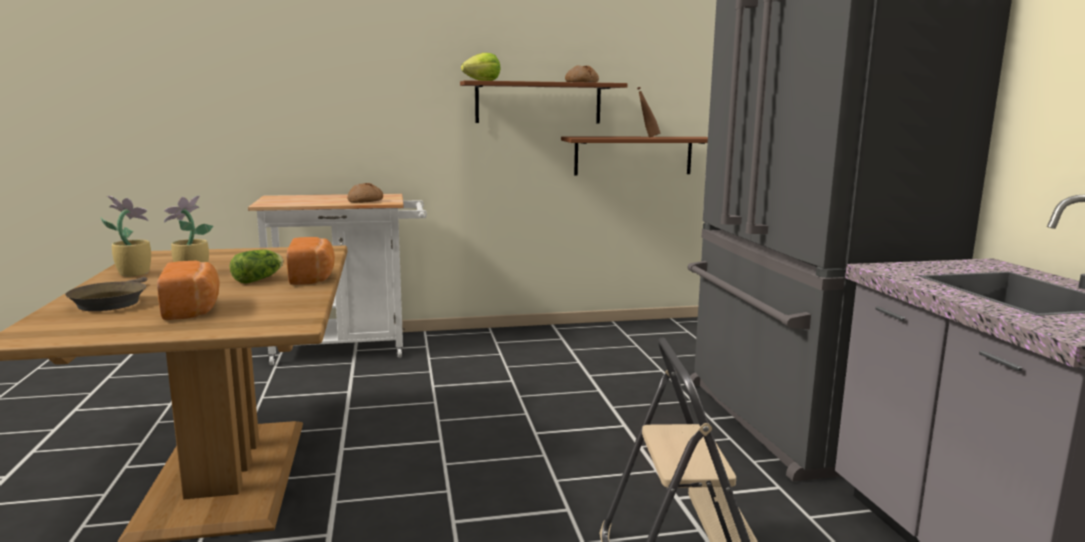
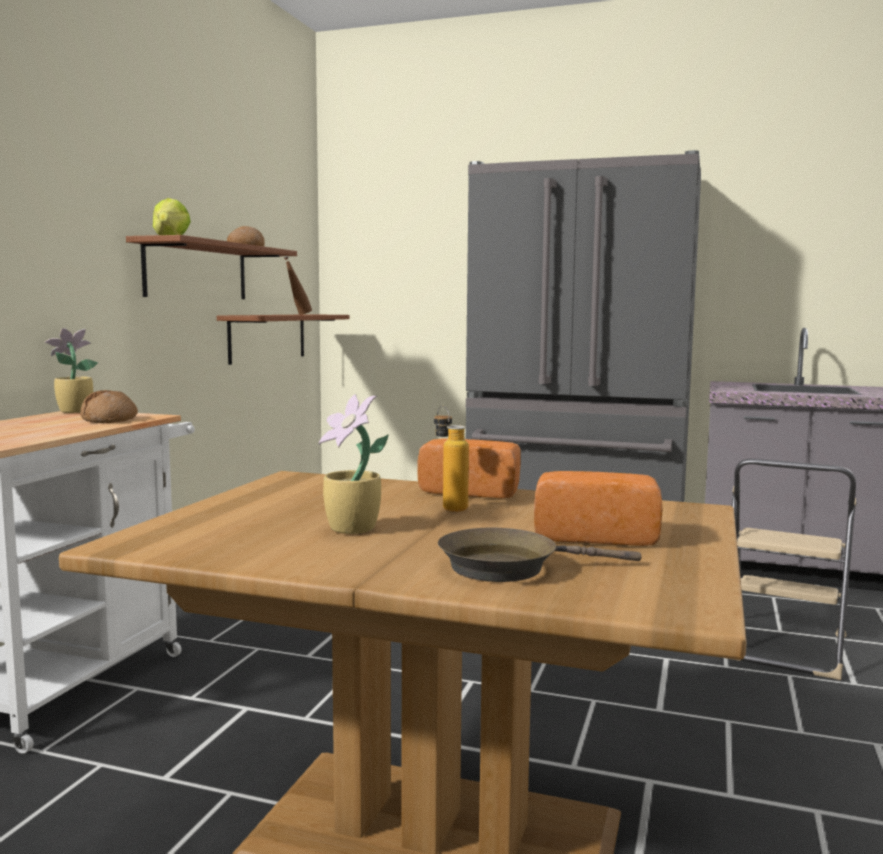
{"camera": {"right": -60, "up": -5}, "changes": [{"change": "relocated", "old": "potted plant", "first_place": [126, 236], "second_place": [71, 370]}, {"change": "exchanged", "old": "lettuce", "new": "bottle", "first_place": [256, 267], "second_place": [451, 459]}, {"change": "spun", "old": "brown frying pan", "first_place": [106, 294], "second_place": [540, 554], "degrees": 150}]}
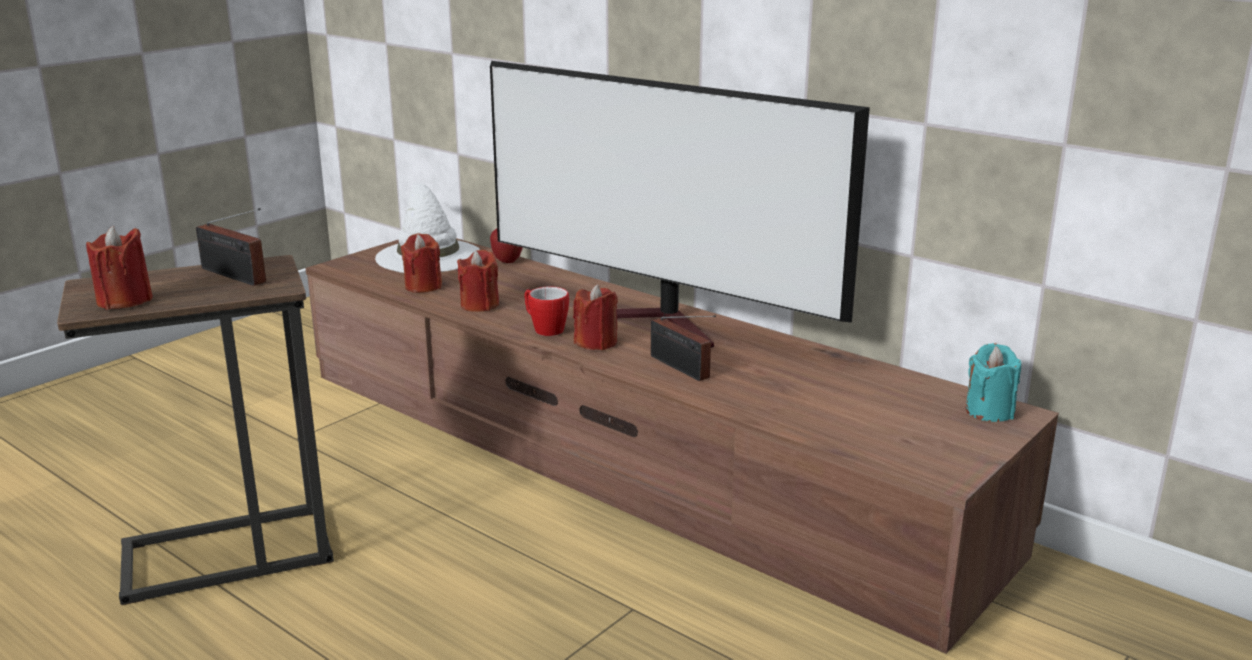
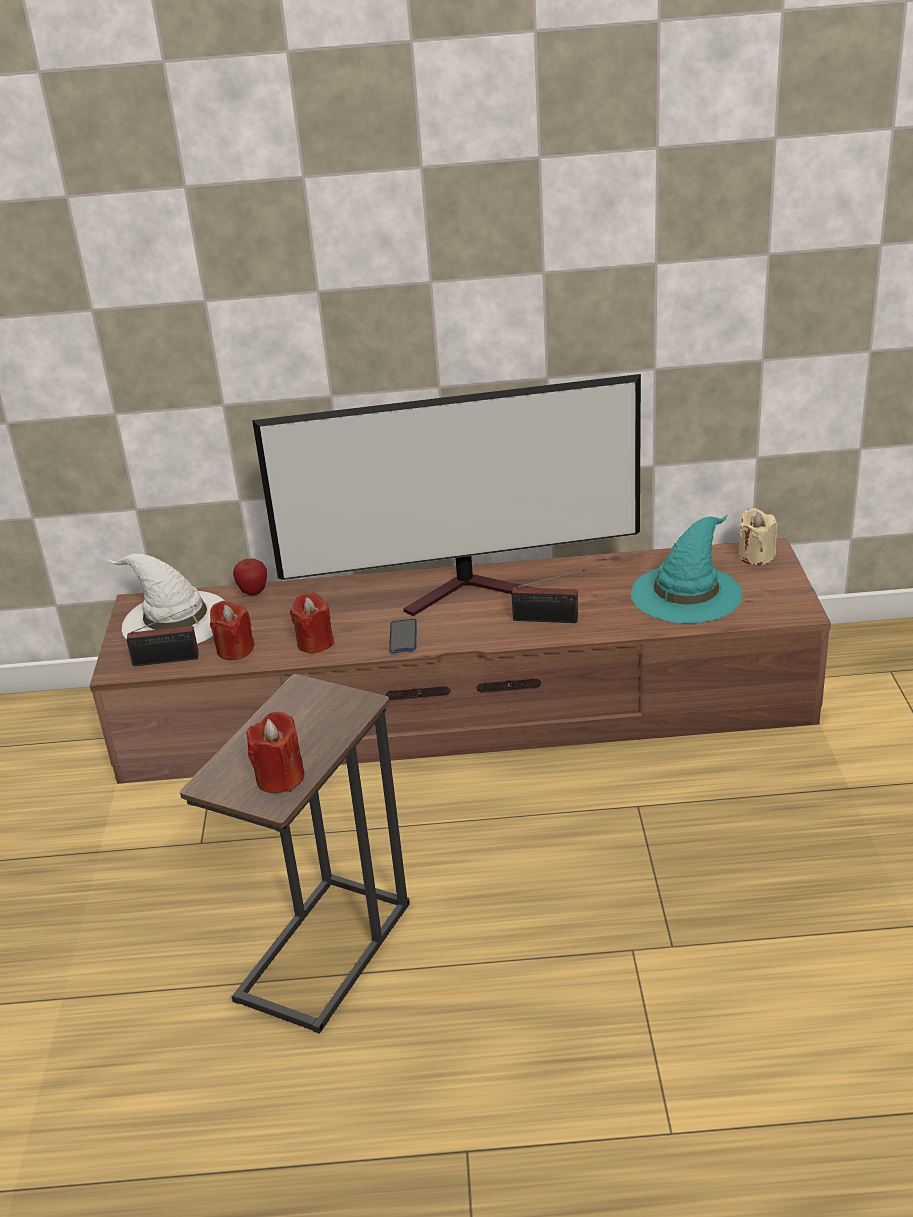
{"camera": {"right": -40, "up": 10}, "changes": [{"change": "relocated", "old": "radio", "first_place": [231, 247], "second_place": [163, 635]}, {"change": "exchanged", "old": "mug", "new": "phone", "first_place": [546, 311], "second_place": [403, 636]}, {"change": "appeared", "new": "turquoise hat", "second_place": [686, 568]}, {"change": "colour", "old": "turquoise candle", "new": "beige candle", "first_place": [993, 382], "second_place": [758, 536]}, {"change": "missing", "old": "red candle", "first_place": [595, 317]}]}
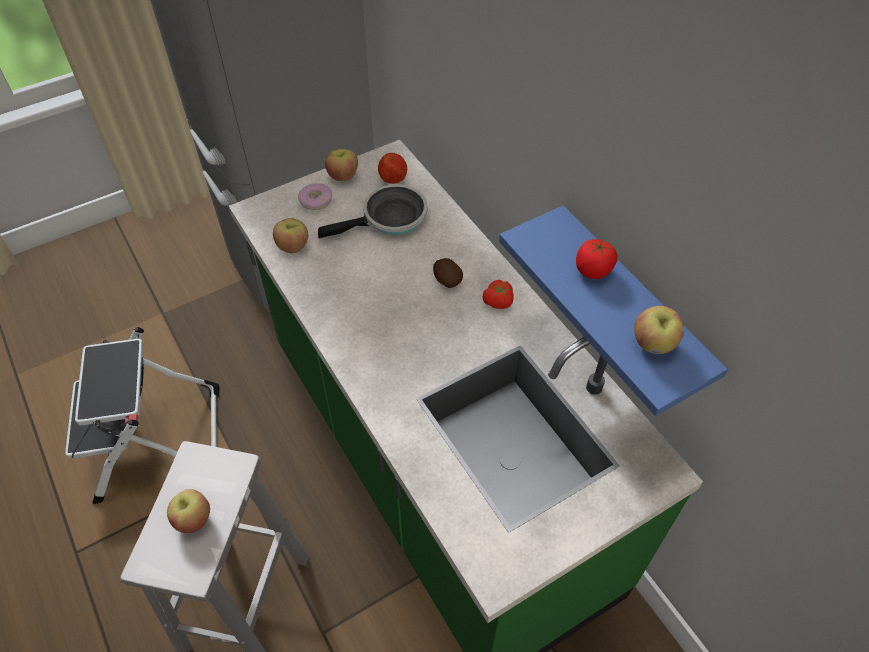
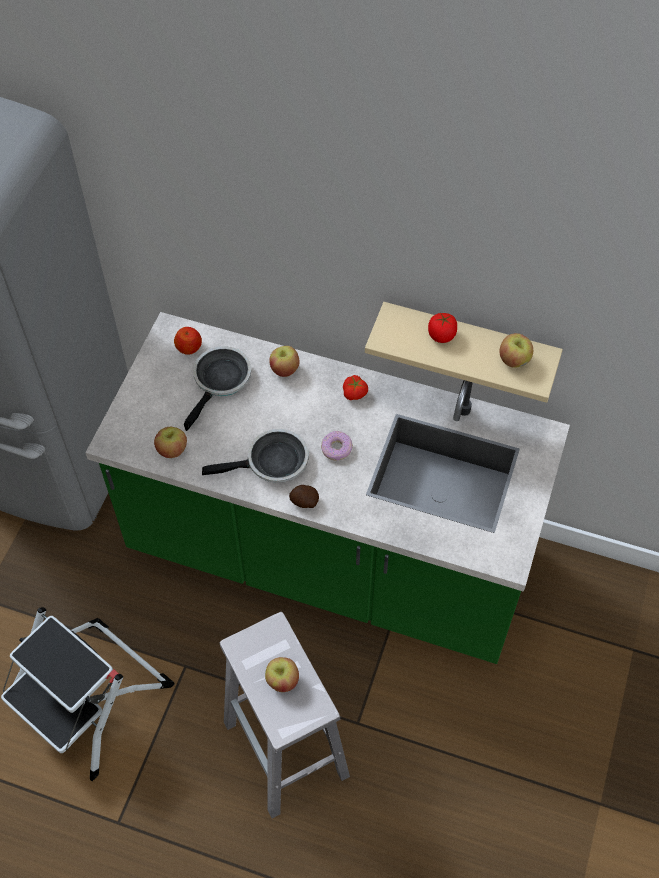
{"camera": {"right": -40, "up": 5}, "changes": [{"change": "appeared", "new": "frying pan", "second_place": [255, 456]}, {"change": "relocated", "old": "apple", "first_place": [341, 165], "second_place": [284, 361]}, {"change": "relocated", "old": "potato", "first_place": [448, 273], "second_place": [304, 496]}, {"change": "relocated", "old": "donut", "first_place": [315, 196], "second_place": [337, 445]}, {"change": "colour", "old": "blue shelf", "new": "beige shelf", "first_place": [613, 310], "second_place": [464, 352]}]}
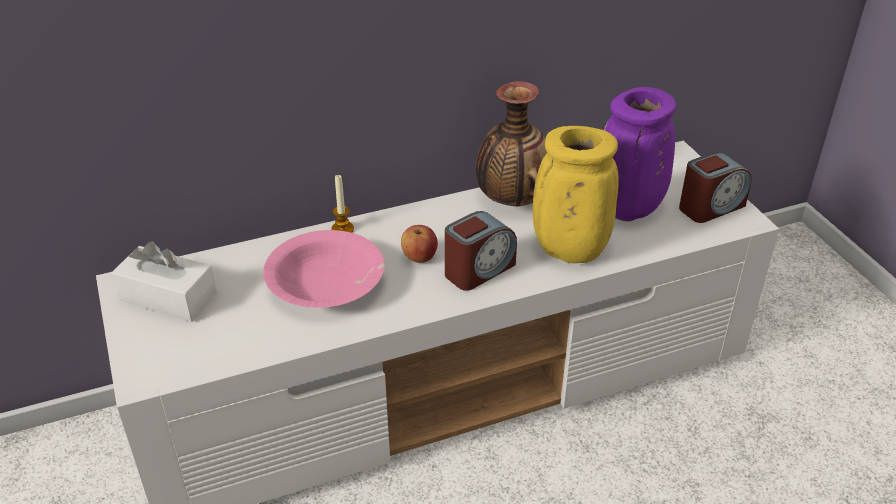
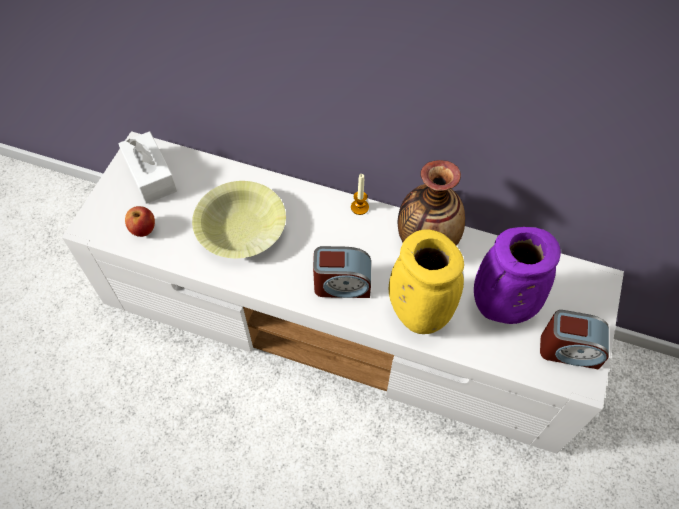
{"camera": {"right": 40, "up": 20}, "changes": [{"change": "relocated", "old": "apple", "first_place": [419, 244], "second_place": [140, 221]}, {"change": "colour", "old": "pink bowl", "new": "yellow bowl", "first_place": [323, 269], "second_place": [239, 219]}, {"change": "relocated", "old": "candle", "first_place": [342, 204], "second_place": [360, 194]}]}
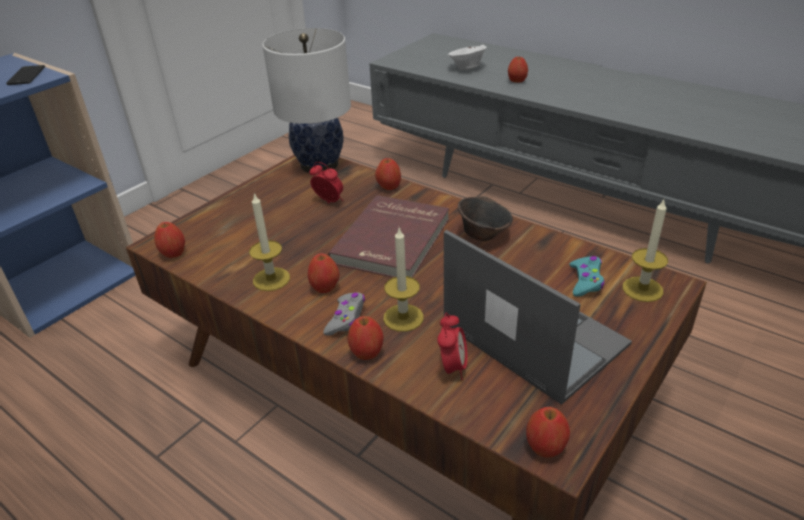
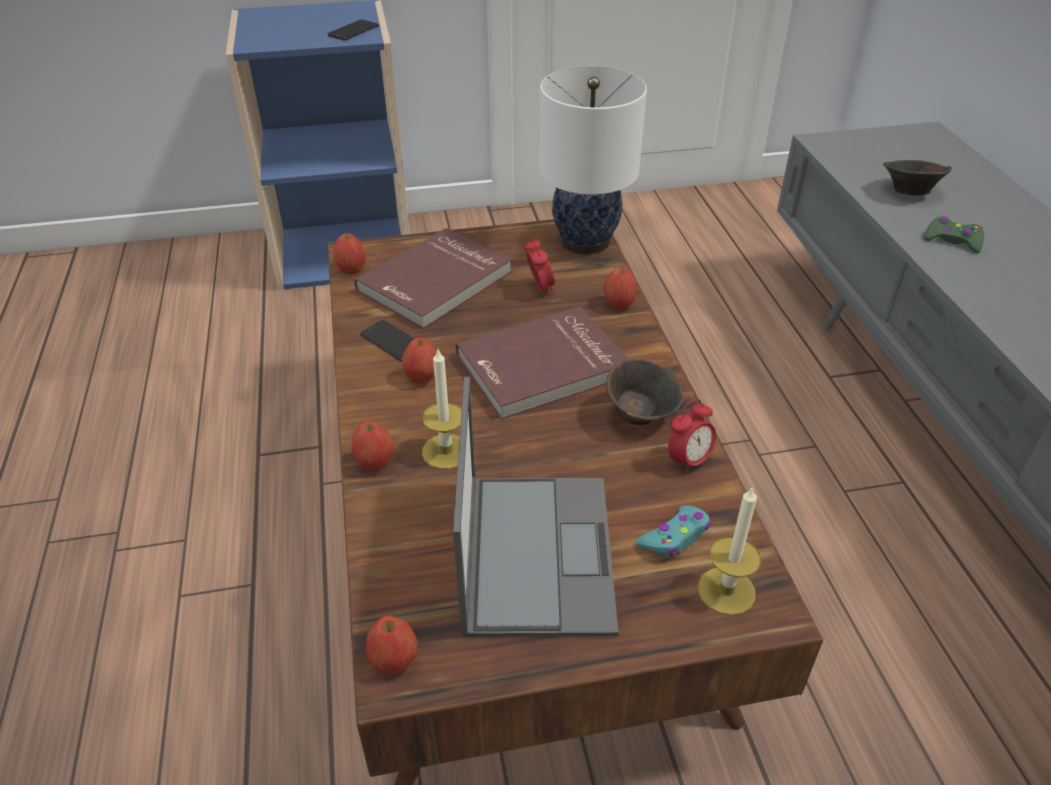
{"camera": {"right": 40, "up": 5}, "changes": [{"change": "appeared", "new": "red book", "second_place": [433, 278]}, {"change": "exchanged", "old": "candle", "new": "phone", "first_place": [269, 242], "second_place": [387, 340]}, {"change": "relocated", "old": "alarm clock", "first_place": [452, 346], "second_place": [692, 437]}, {"change": "colour", "old": "white bowl", "new": "brown bowl", "first_place": [467, 57], "second_place": [917, 178]}, {"change": "exchanged", "old": "apple", "new": "green game controller", "first_place": [518, 69], "second_place": [954, 234]}, {"change": "missing", "old": "grey game controller", "first_place": [344, 314]}]}
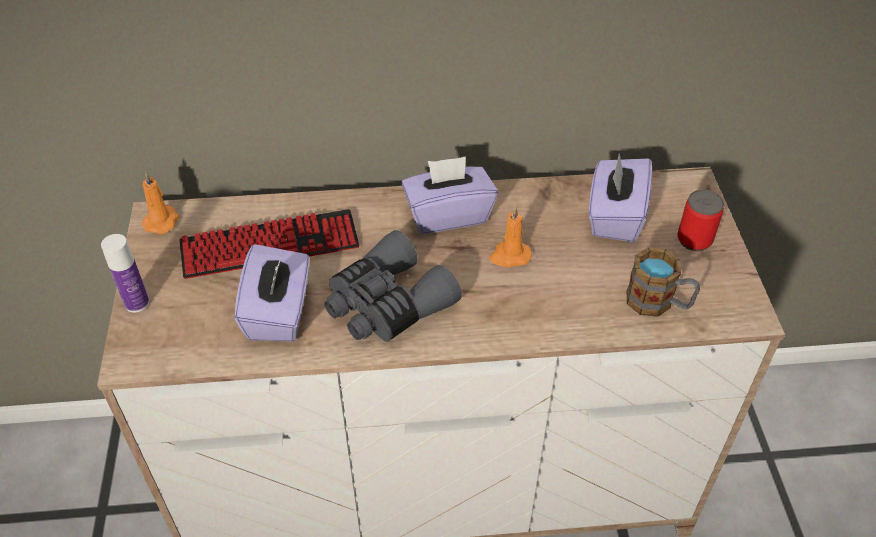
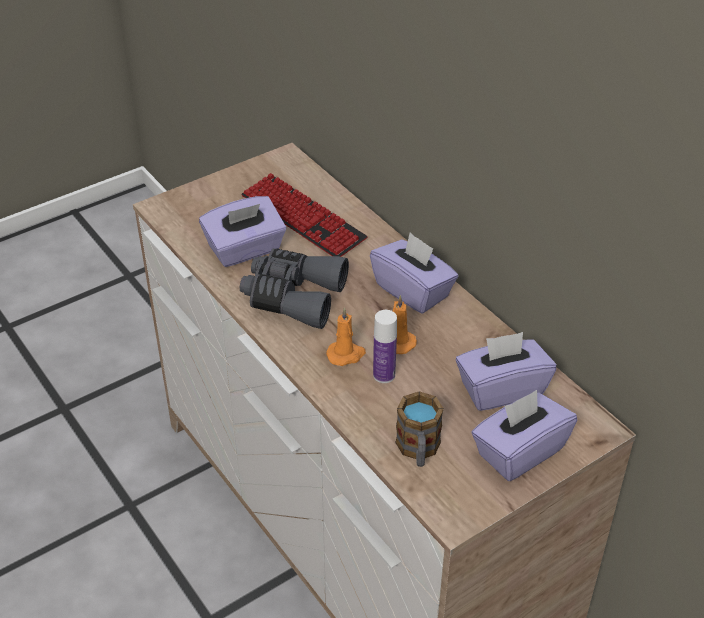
{"camera": {"right": 60, "up": -5}, "changes": [{"change": "relocated", "old": "orange candle", "first_place": [160, 203], "second_place": [346, 336]}, {"change": "relocated", "old": "bottle", "first_place": [125, 273], "second_place": [385, 346]}, {"change": "exchanged", "old": "can", "new": "purple tissue box", "first_place": [700, 220], "second_place": [524, 435]}]}
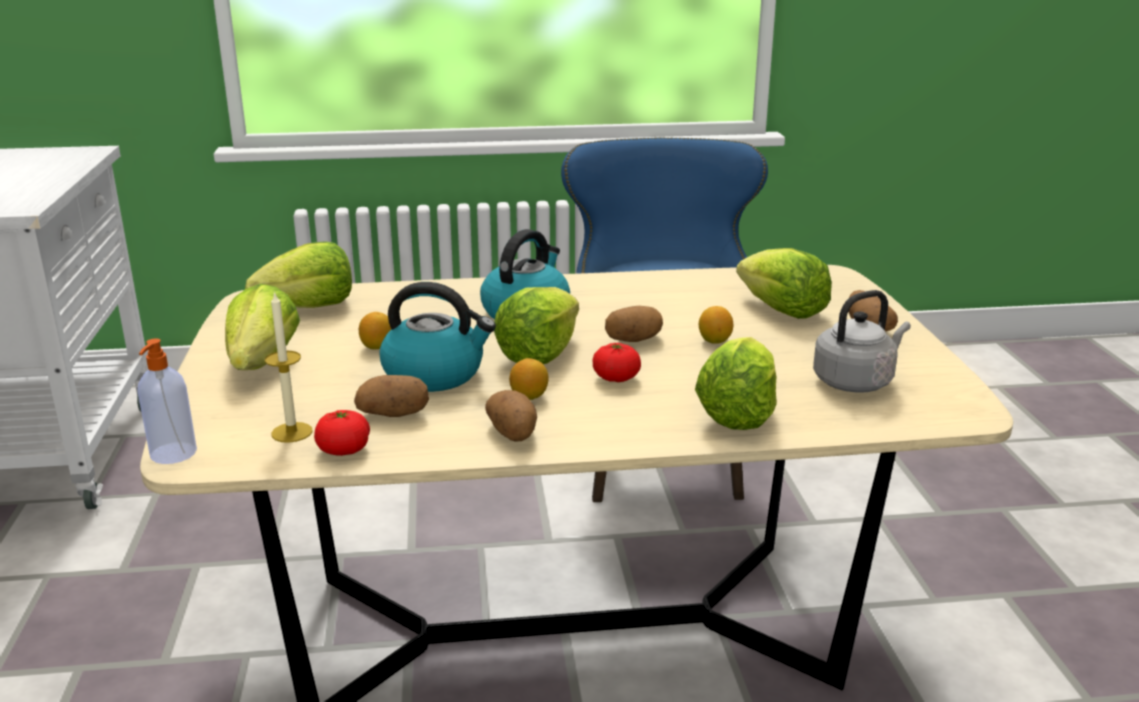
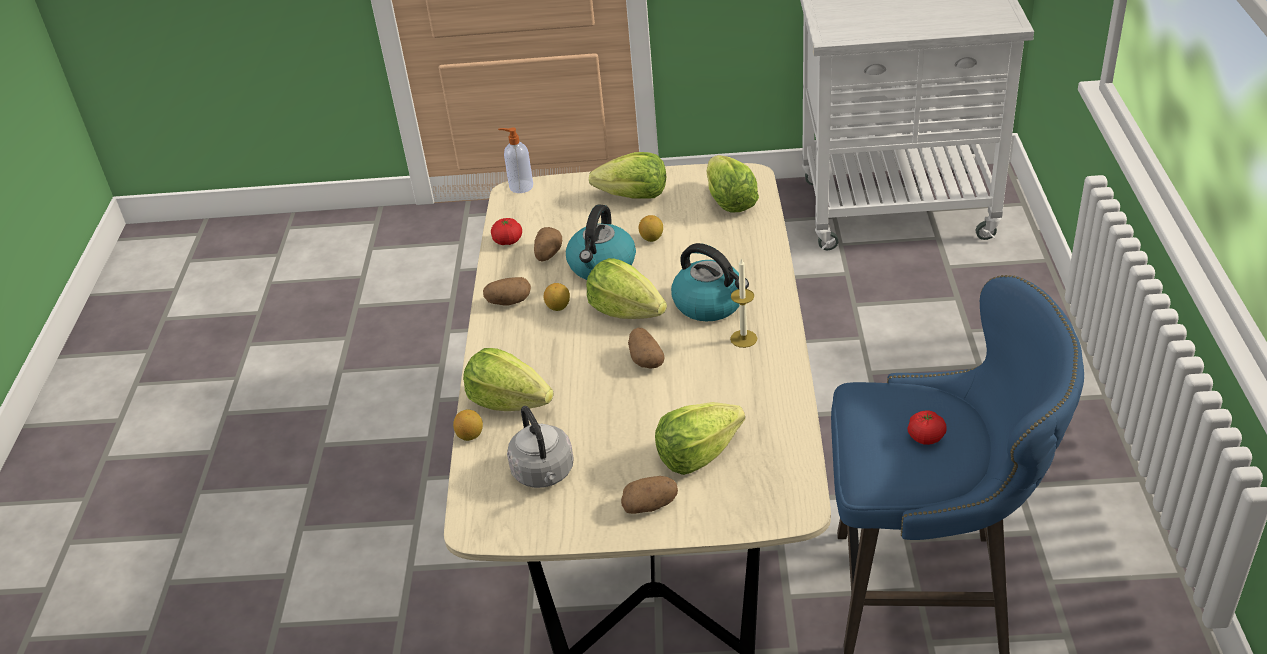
{"camera": {"right": 100, "up": 15}, "changes": [{"change": "relocated", "old": "lemon", "first_place": [716, 325], "second_place": [468, 425]}, {"change": "relocated", "old": "candle", "first_place": [289, 367], "second_place": [743, 303]}, {"change": "relocated", "old": "tomato", "first_place": [617, 362], "second_place": [926, 428]}]}
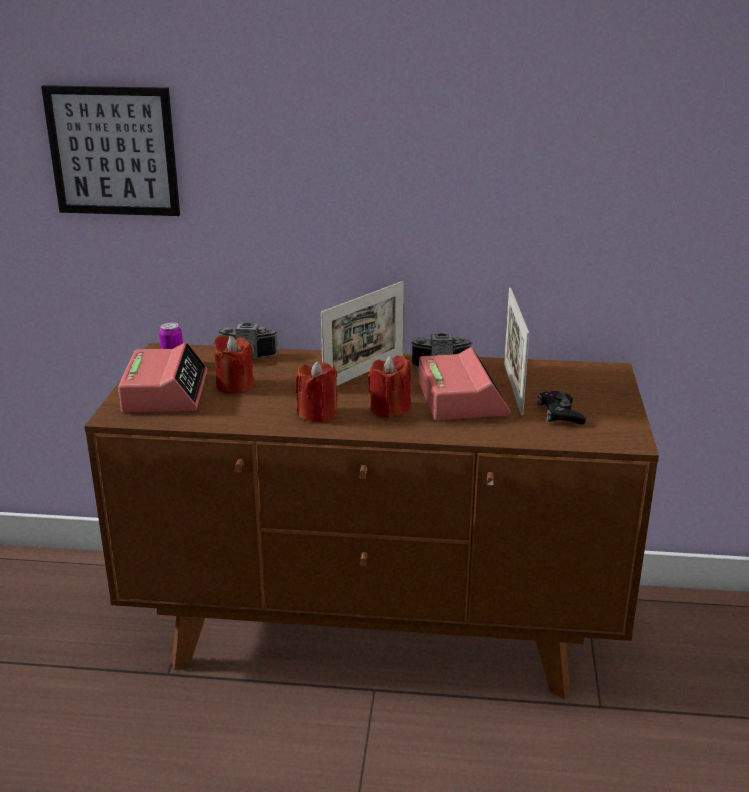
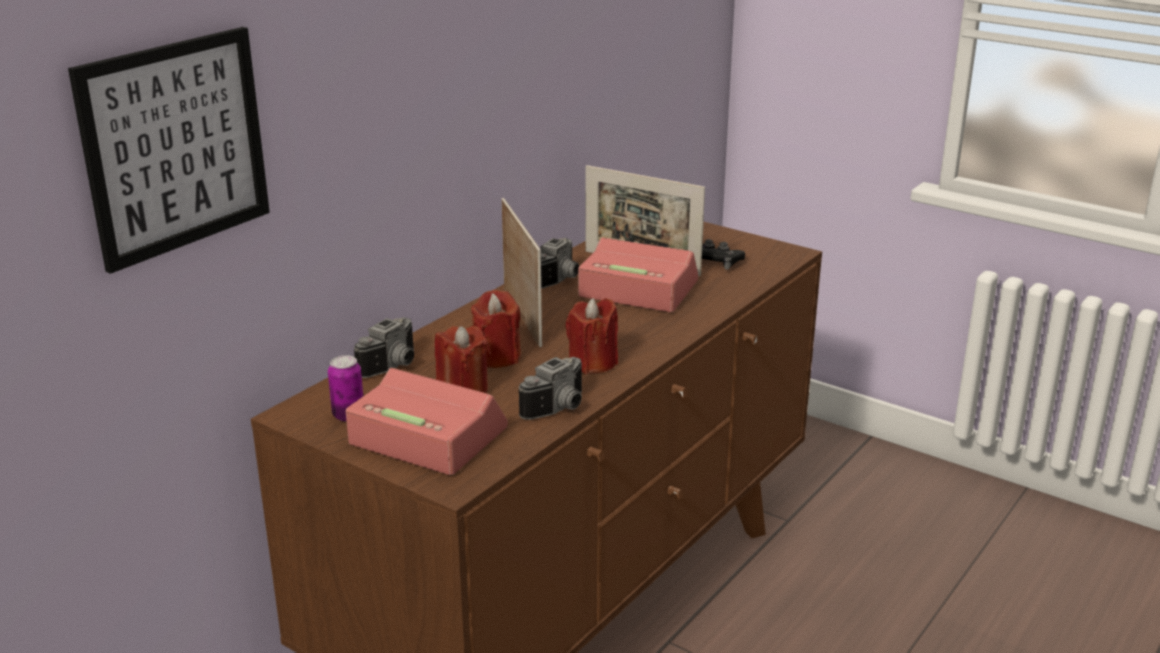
{"camera": {"right": -60, "up": 0}, "changes": [{"change": "relocated", "old": "red candle", "first_place": [389, 386], "second_place": [496, 329]}, {"change": "appeared", "new": "photo camera", "second_place": [550, 388]}]}
